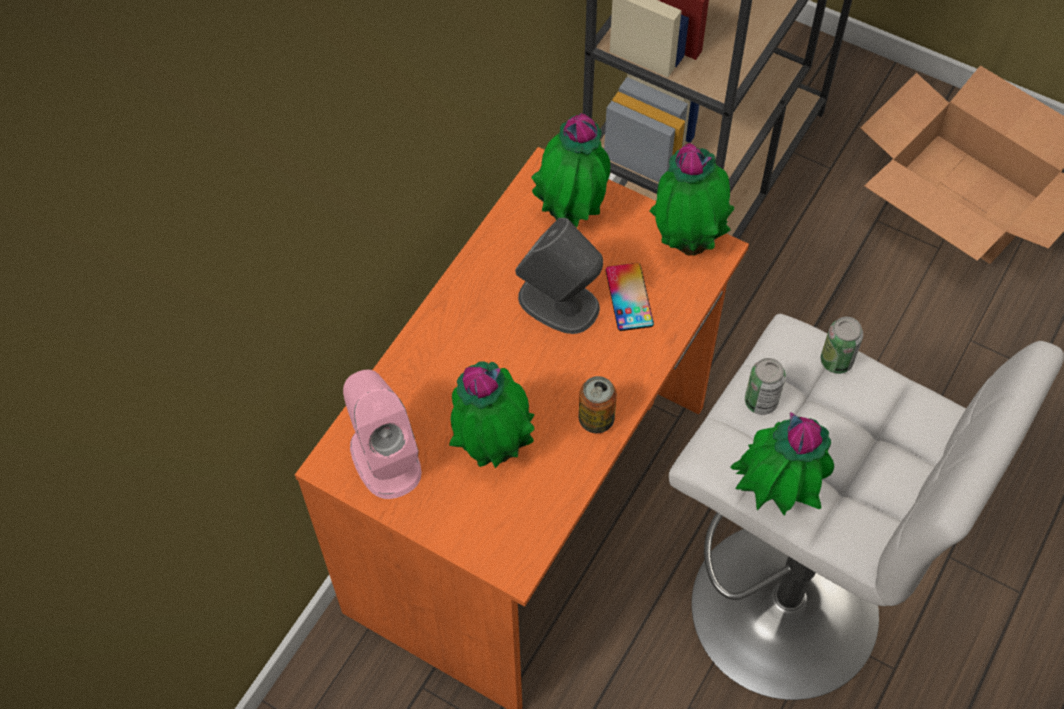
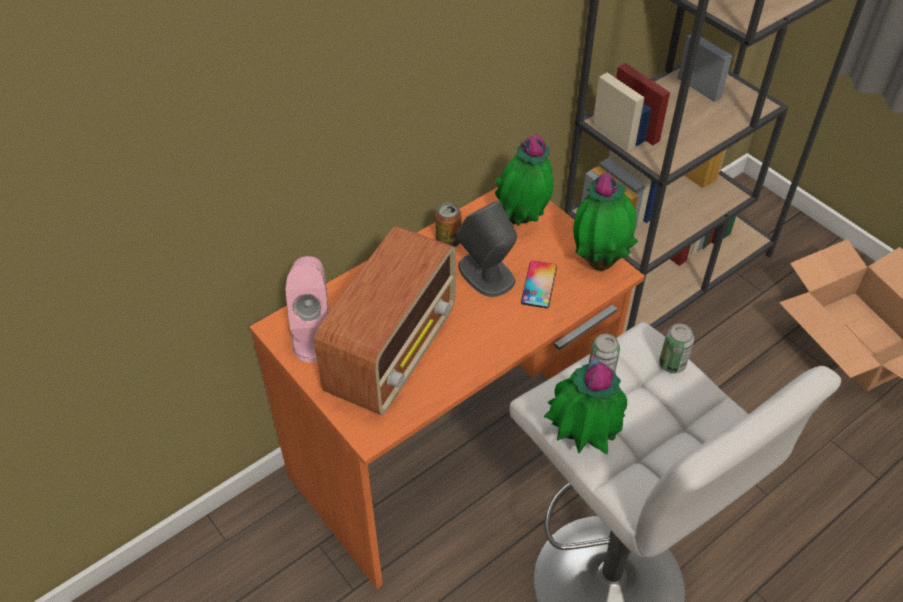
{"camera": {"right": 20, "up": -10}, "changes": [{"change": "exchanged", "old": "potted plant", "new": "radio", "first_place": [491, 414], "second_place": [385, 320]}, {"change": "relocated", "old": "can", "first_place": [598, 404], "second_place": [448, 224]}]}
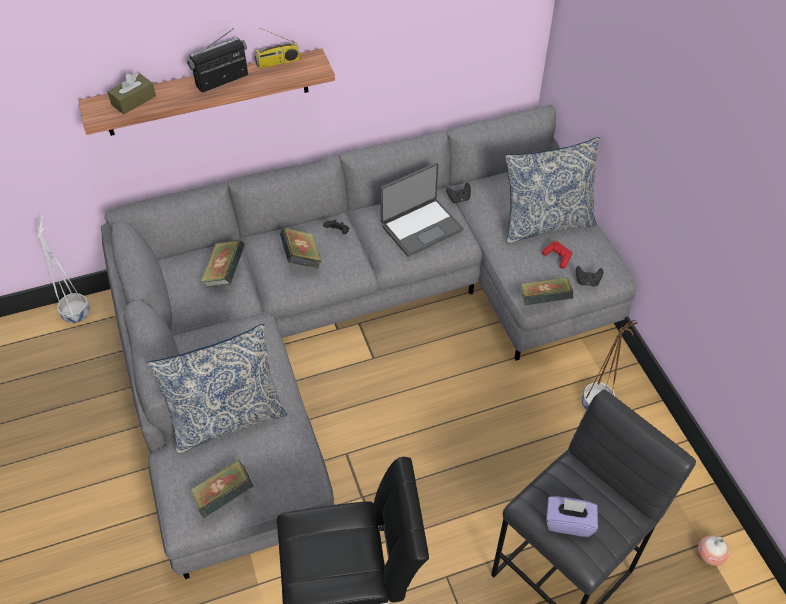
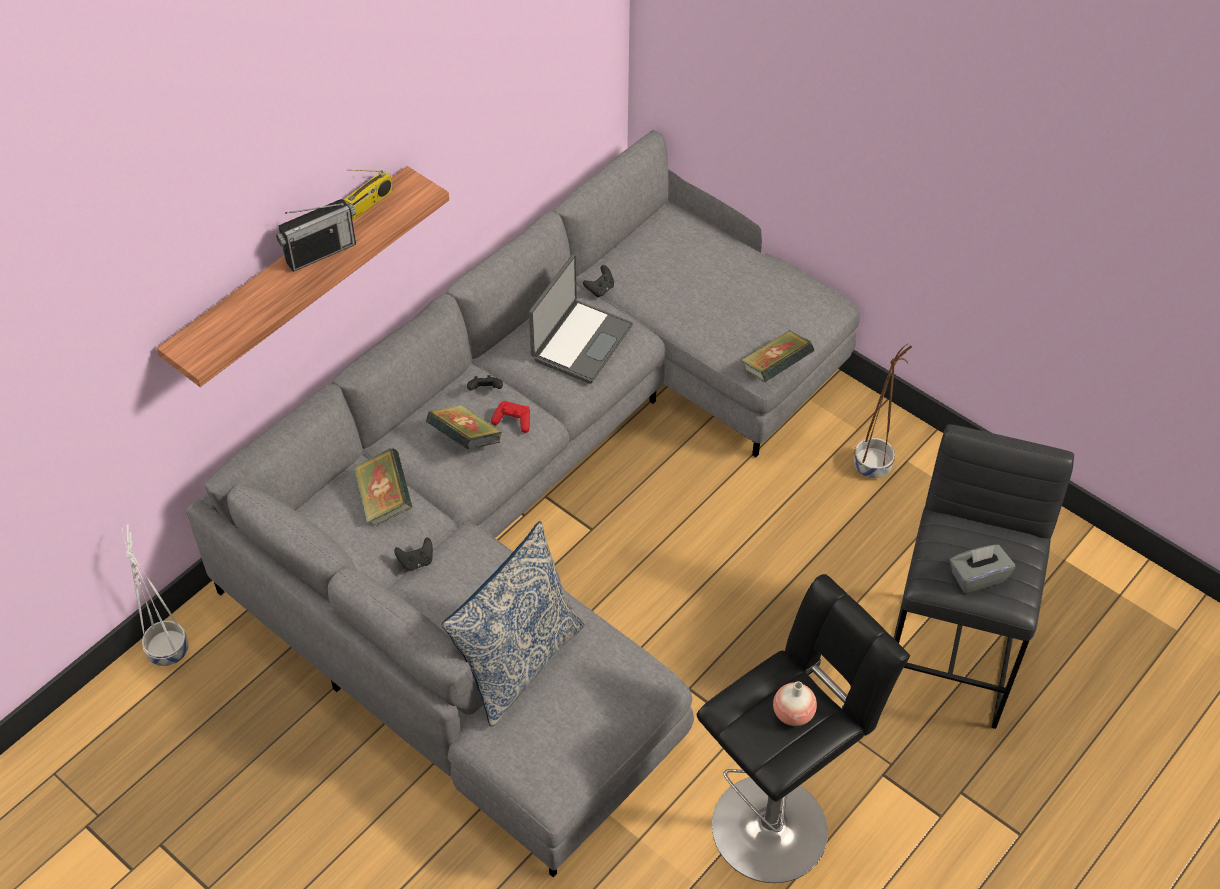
{"camera": {"right": -30, "up": 0}, "changes": [{"change": "spun", "old": "radio", "first_place": [217, 60], "second_place": [316, 235], "degrees": -150}, {"change": "relocated", "old": "black game controller", "first_place": [589, 276], "second_place": [413, 554]}, {"change": "relocated", "old": "red game controller", "first_place": [557, 255], "second_place": [510, 417]}, {"change": "relocated", "old": "vase", "first_place": [713, 550], "second_place": [795, 703]}, {"change": "colour", "old": "purple tissue box", "new": "grey tissue box", "first_place": [572, 516], "second_place": [982, 568]}, {"change": "missing", "old": "brown tissue box", "first_place": [131, 93]}, {"change": "missing", "old": "book", "first_place": [222, 489]}, {"change": "missing", "old": "pillow", "first_place": [552, 190]}]}
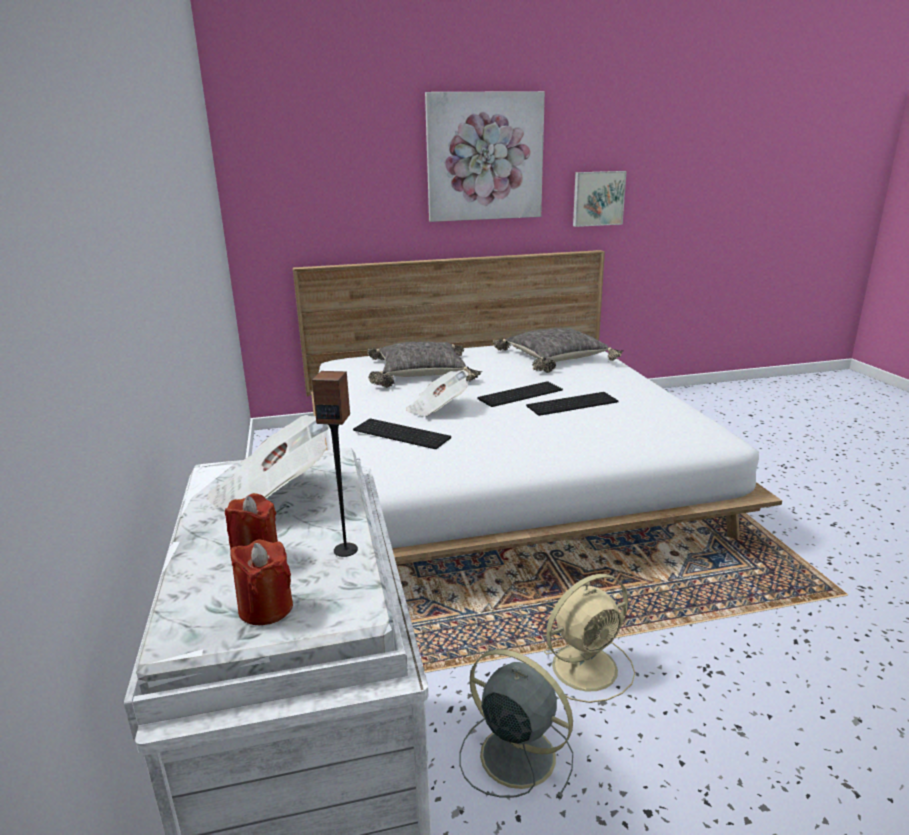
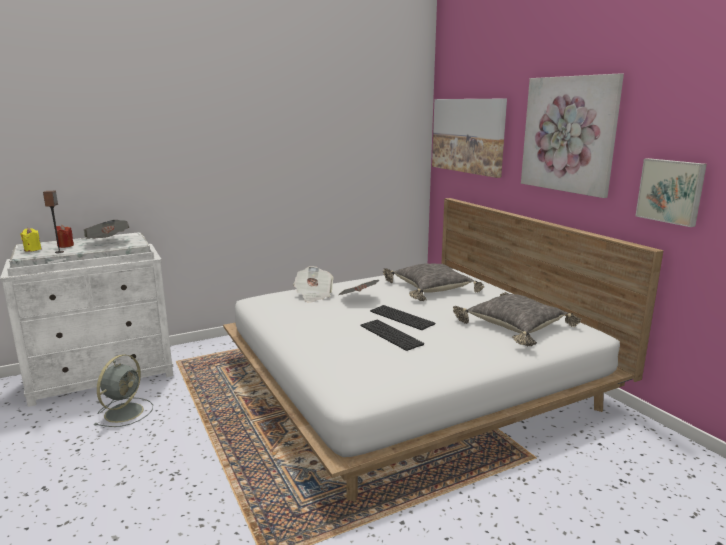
{"camera": {"right": 75, "up": -5}, "changes": [{"change": "colour", "old": "red candle", "new": "yellow candle", "first_place": [262, 582], "second_place": [31, 240]}, {"change": "exchanged", "old": "keyboard", "new": "newspaper", "first_place": [402, 434], "second_place": [313, 284]}, {"change": "appeared", "new": "picture", "second_place": [469, 138]}, {"change": "missing", "old": "beige fan", "first_place": [589, 638]}]}
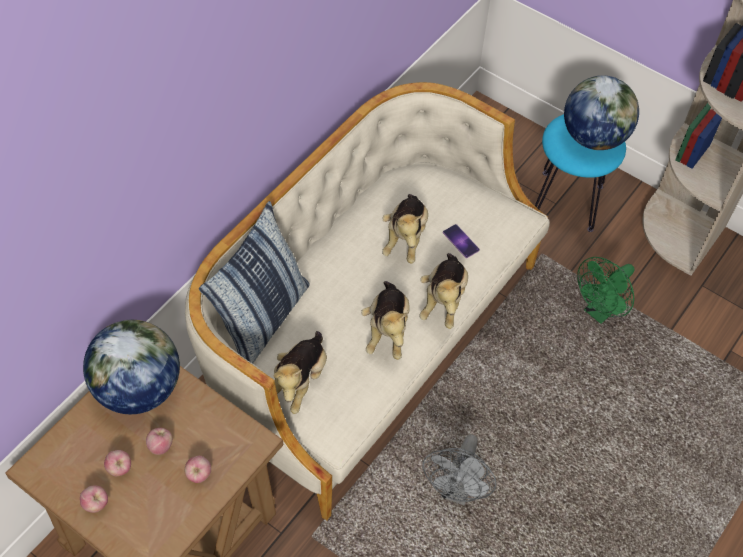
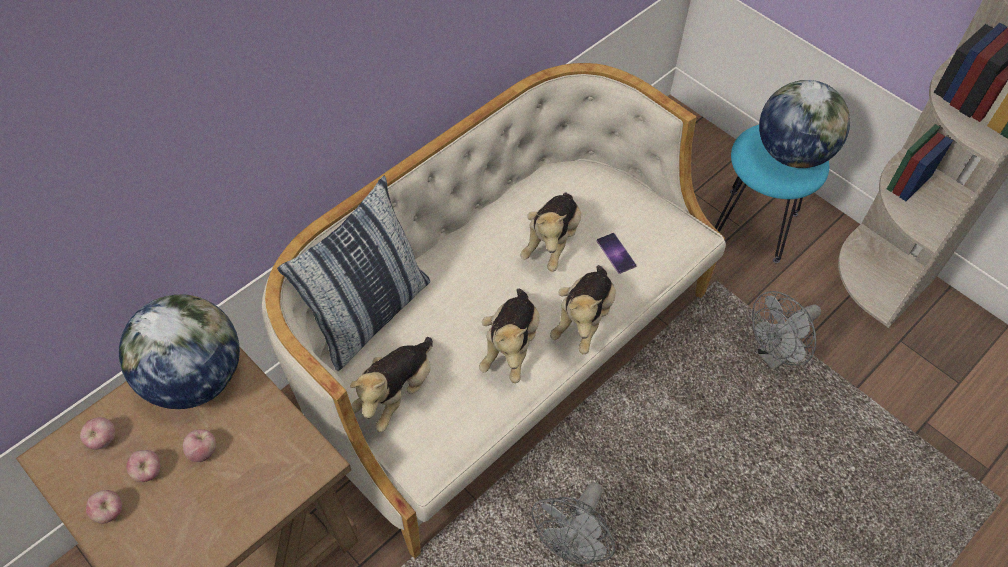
{"camera": {"right": 10, "up": 0}, "changes": [{"change": "relocated", "old": "apple", "first_place": [198, 469], "second_place": [97, 433]}, {"change": "colour", "old": "green fan", "new": "grey fan", "first_place": [606, 290], "second_place": [786, 330]}]}
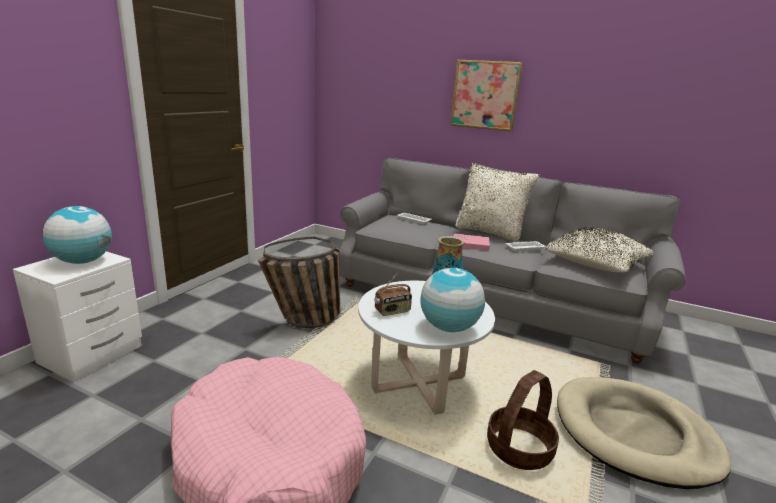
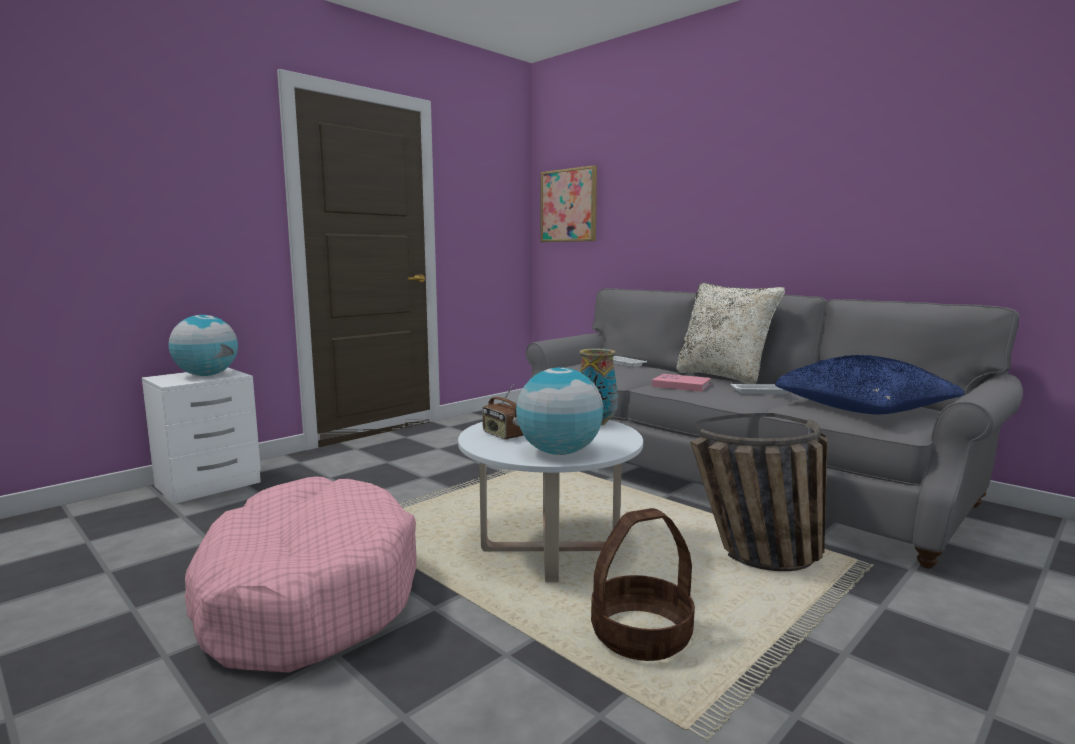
{"camera": {"right": 20, "up": -10}, "changes": [{"change": "spun", "old": "radio", "first_place": [393, 294], "second_place": [502, 412], "degrees": 60}, {"change": "relocated", "old": "picture", "first_place": [486, 96], "second_place": [569, 203]}, {"change": "relocated", "old": "basket", "first_place": [299, 282], "second_place": [759, 492]}, {"change": "colour", "old": "beige pillow", "new": "blue pillow", "first_place": [599, 249], "second_place": [870, 385]}, {"change": "missing", "old": "beige dog bed", "first_place": [644, 433]}]}
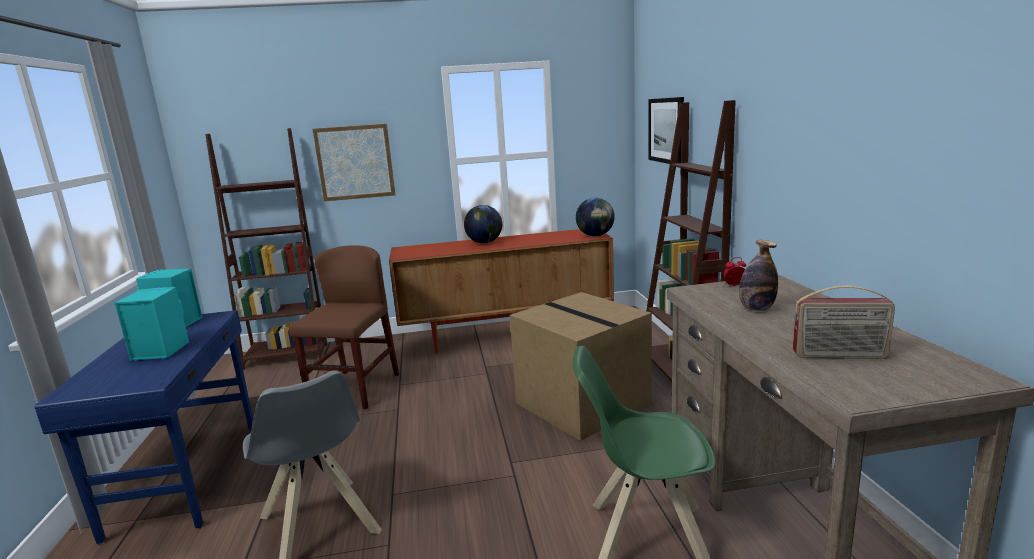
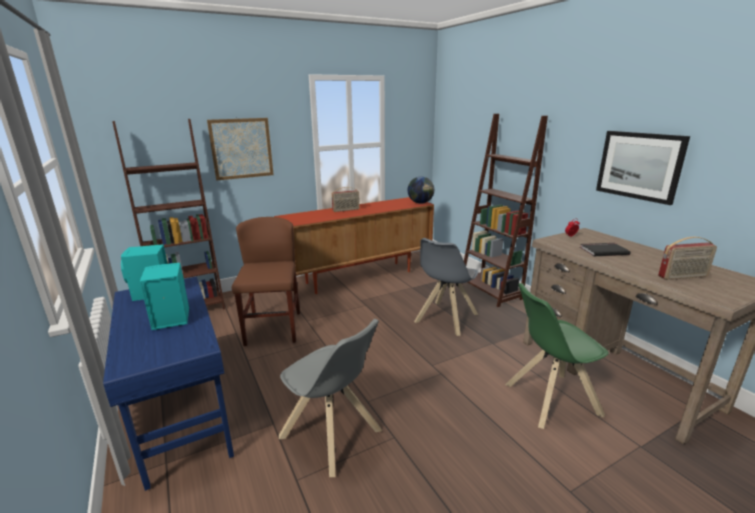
{"camera": {"right": -20, "up": 5}, "changes": [{"change": "exchanged", "old": "globe", "new": "radio", "first_place": [483, 224], "second_place": [346, 199]}, {"change": "exchanged", "old": "cardboard box", "new": "grey chair", "first_place": [581, 366], "second_place": [446, 287]}, {"change": "exchanged", "old": "bottle", "new": "black book", "first_place": [758, 275], "second_place": [605, 249]}, {"change": "relocated", "old": "picture", "first_place": [666, 130], "second_place": [643, 168]}]}
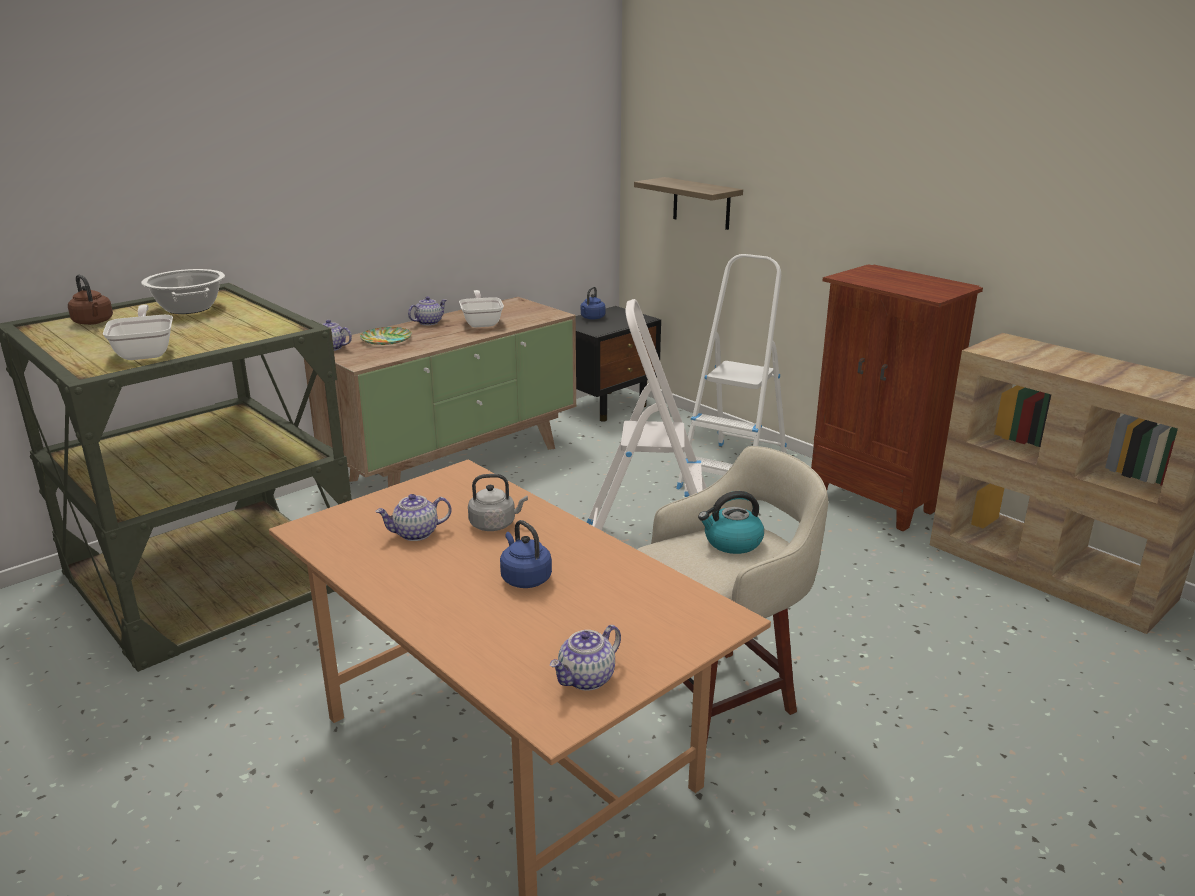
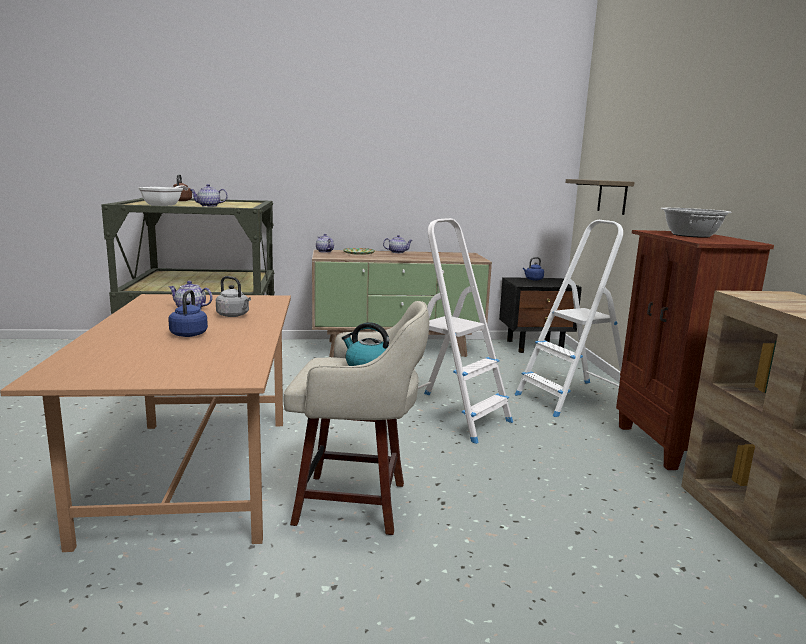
{"camera": {"right": 35, "up": -10}, "changes": [{"change": "relocated", "old": "teapot", "first_place": [585, 658], "second_place": [209, 195]}, {"change": "relocated", "old": "cooking pot", "first_place": [183, 291], "second_place": [696, 223]}, {"change": "missing", "old": "frying pan", "first_place": [481, 308]}]}
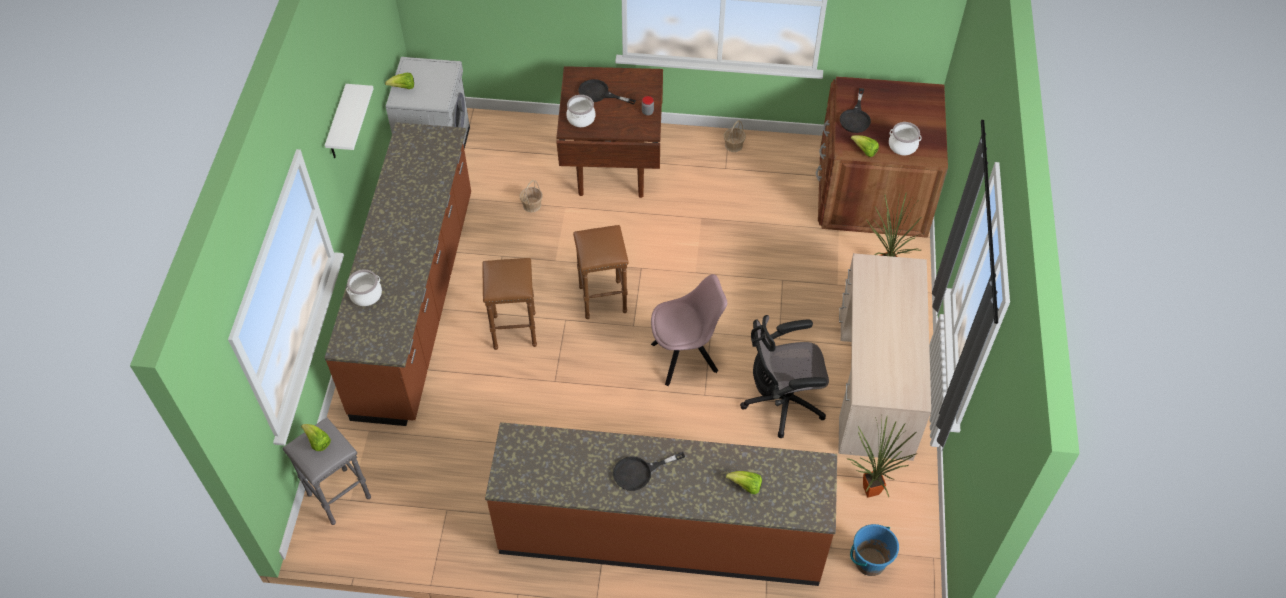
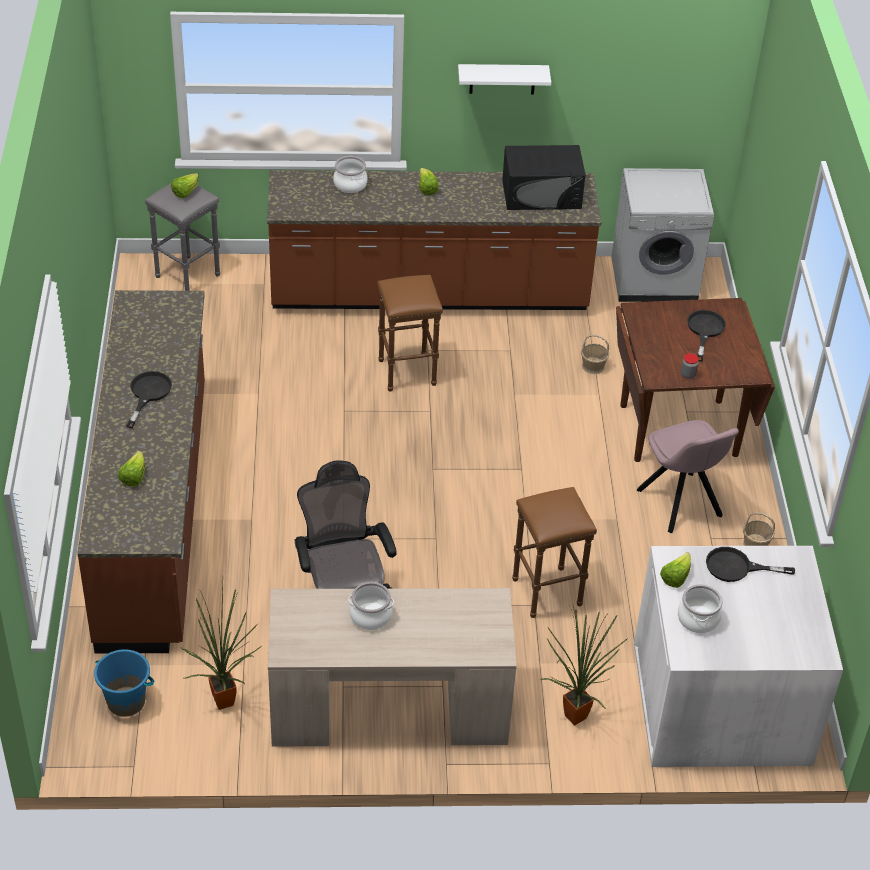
{"camera": {"right": 80, "up": -10}, "changes": [{"change": "spun", "old": "black frying pan", "first_place": [649, 471], "second_place": [149, 399], "degrees": 45}, {"change": "relocated", "old": "cooking pot", "first_place": [580, 111], "second_place": [371, 606]}, {"change": "relocated", "old": "lettuce", "first_place": [399, 81], "second_place": [429, 181]}, {"change": "appeared", "new": "black microwave", "second_place": [544, 177]}, {"change": "relocated", "old": "brown stool", "first_place": [601, 272], "second_place": [554, 552]}, {"change": "colour", "old": "brown dresser", "new": "white dresser", "first_place": [882, 157], "second_place": [738, 656]}, {"change": "relocated", "old": "pink chair", "first_place": [689, 330], "second_place": [688, 476]}]}
